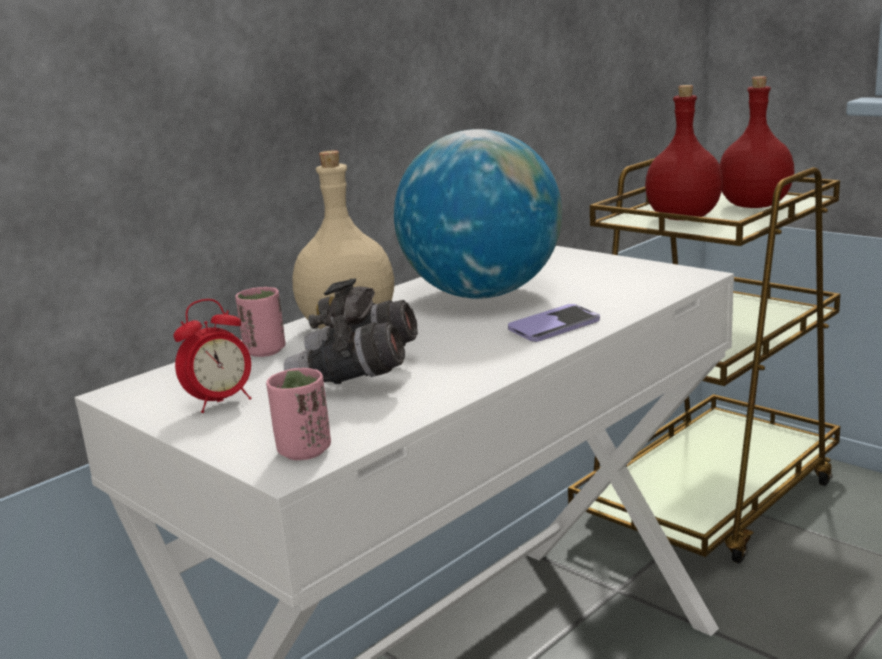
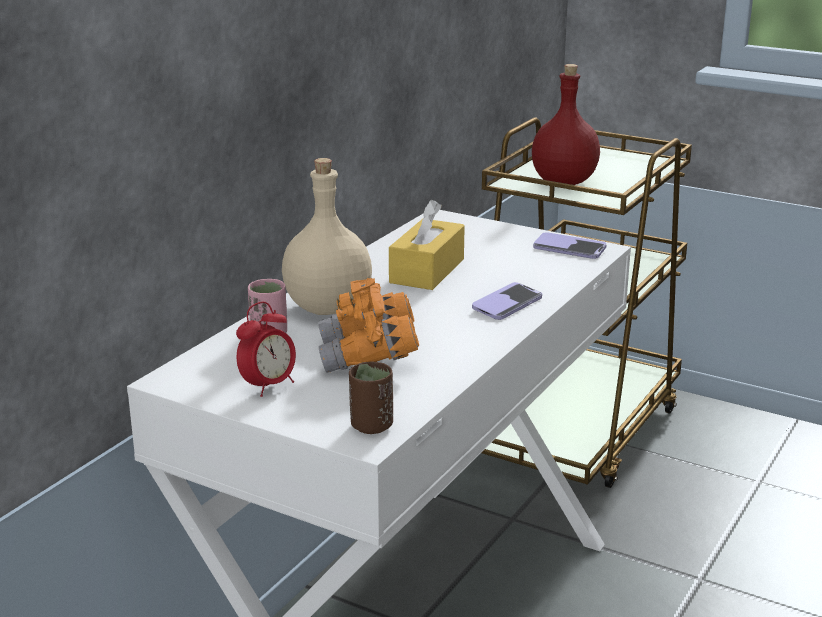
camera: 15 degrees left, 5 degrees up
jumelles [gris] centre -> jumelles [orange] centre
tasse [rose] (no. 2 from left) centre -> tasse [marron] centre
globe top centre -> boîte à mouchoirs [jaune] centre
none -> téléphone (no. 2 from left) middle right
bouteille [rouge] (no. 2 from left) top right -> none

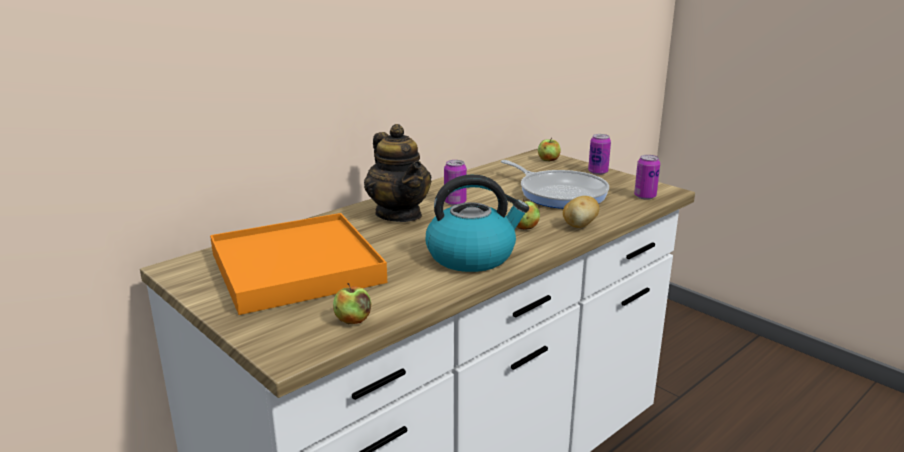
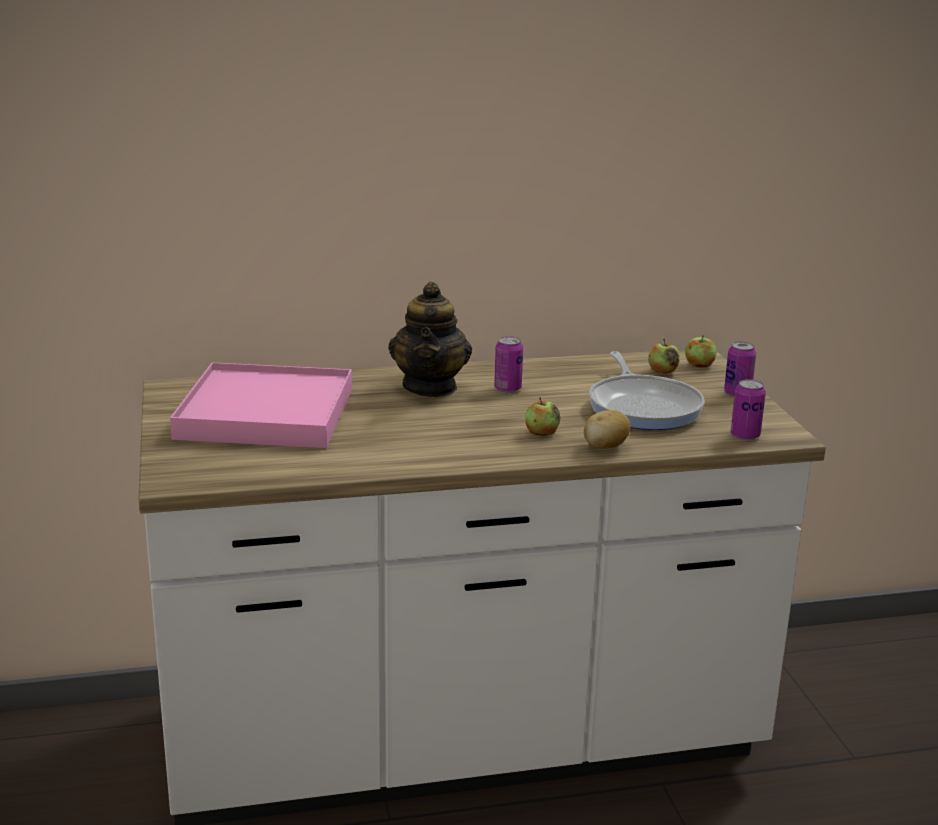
camera: 30 degrees right, 0 degrees up
plateau [orange] middle left -> plateau [rose] middle left
pomme (no. 1 from left in the first image) bottom centre -> pomme (no. 2 from left) middle right, shifted
bouilloire centre -> none

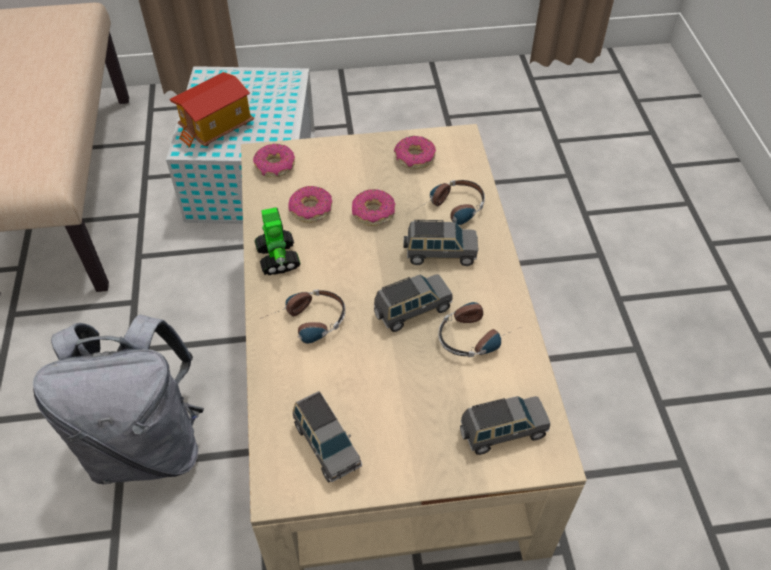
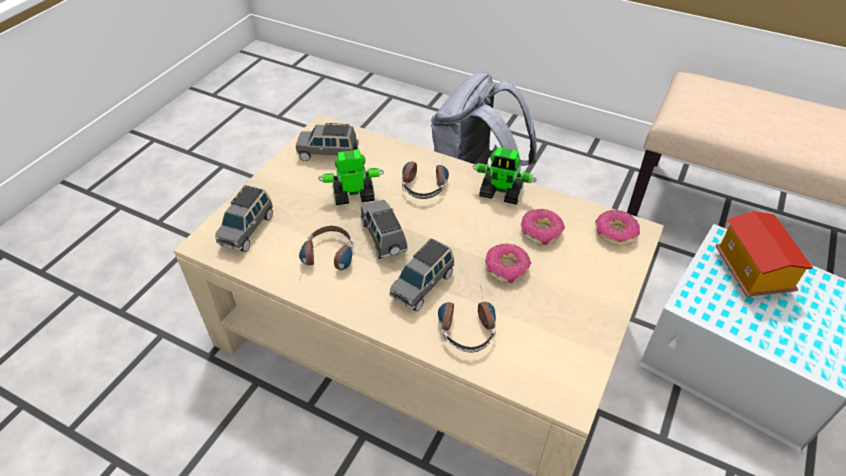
camera: 125 degrees right, 5 degrees down
none -> robot jouet (no. 1 from left) centre
petite voiture [gris] (no. 2 from left in the first image) centre -> petite voiture [gris] (no. 3 from left) centre, 150 degrees clockwise
beignet (no. 4 from left) top centre -> none

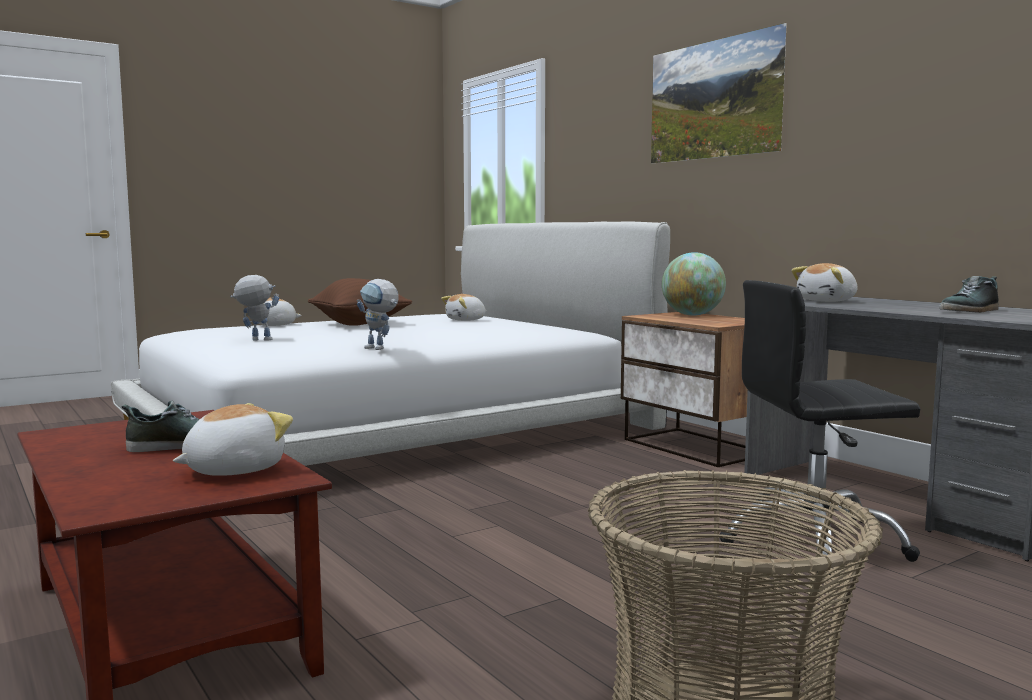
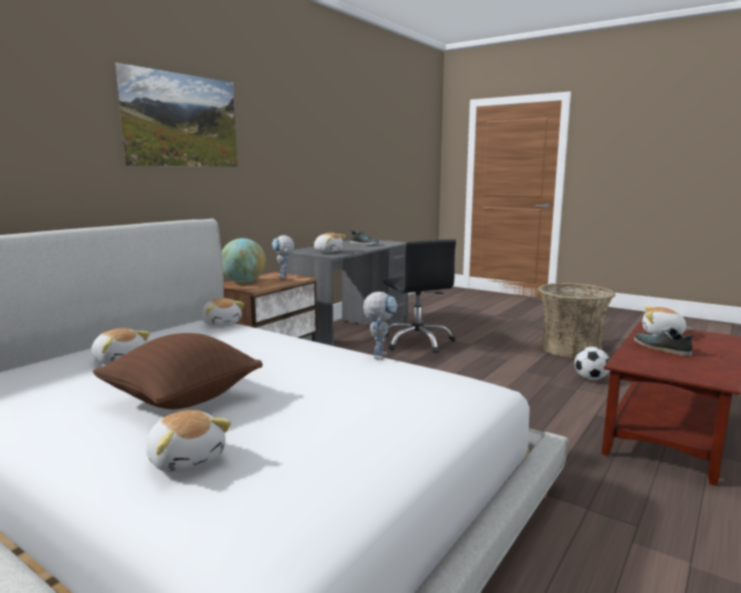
camera: 110 degrees left, 5 degrees up
none -> peluche (no. 3 from left) middle left
robot jouet (no. 1 from left) middle left -> robot jouet (no. 1 from left) centre, shifted
none -> ballon de foot middle right

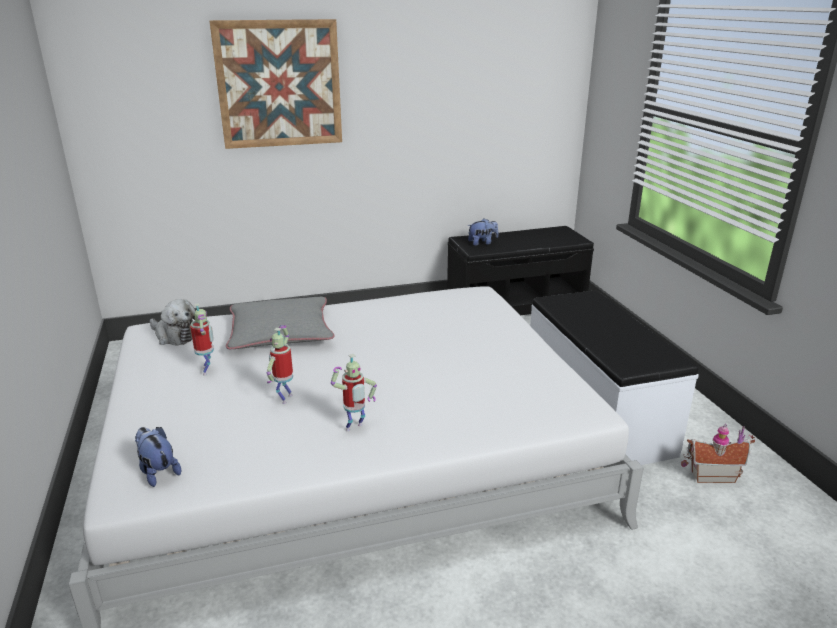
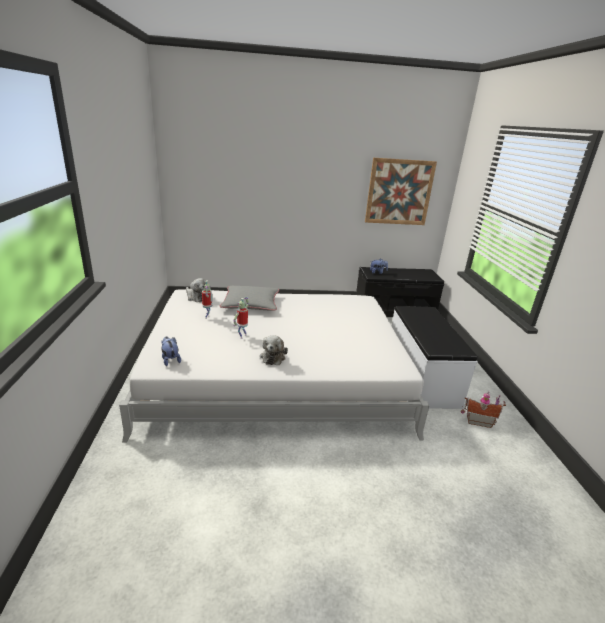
camera: 10 degrees right, 0 degrees up
robot jouet (no. 3 from left) centre -> peluche (no. 3 from left) centre
tableau top left -> tableau top centre, shifted

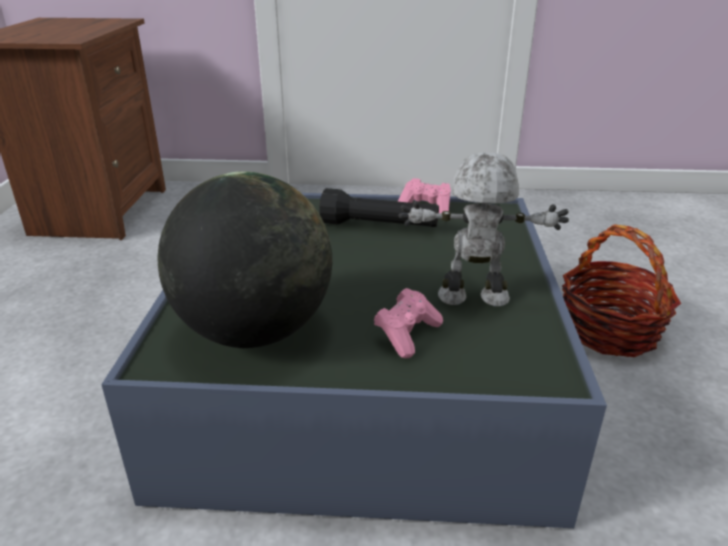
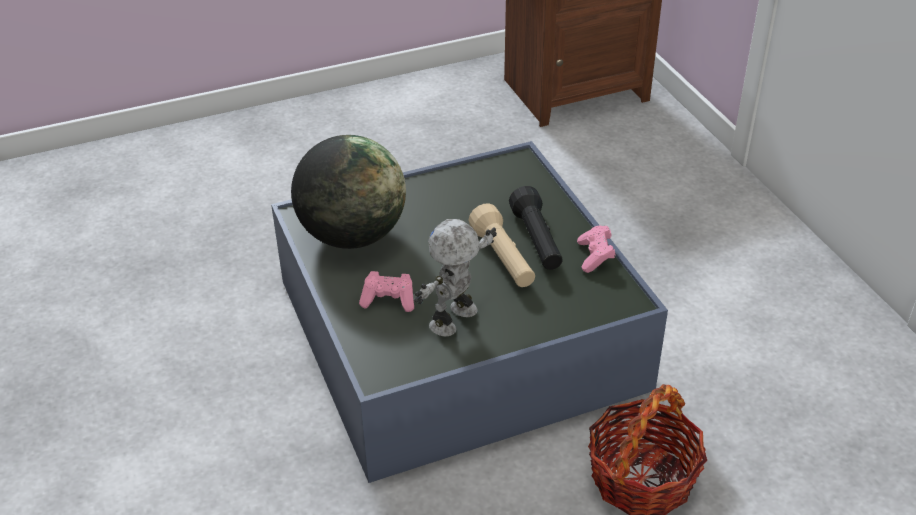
camera: 65 degrees right, 10 degrees up
robot jouet centre, 120 degrees counterclockwise
none -> lampe de poche [beige] centre

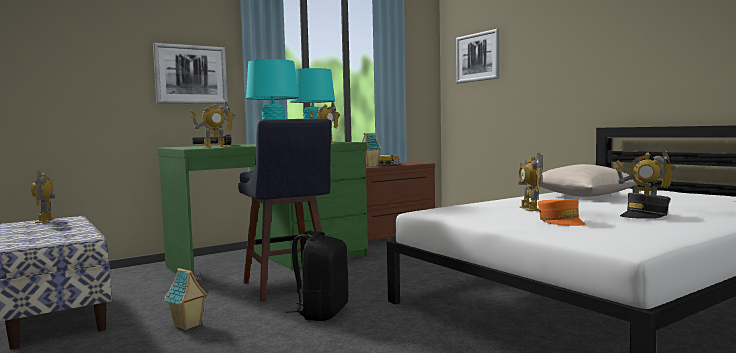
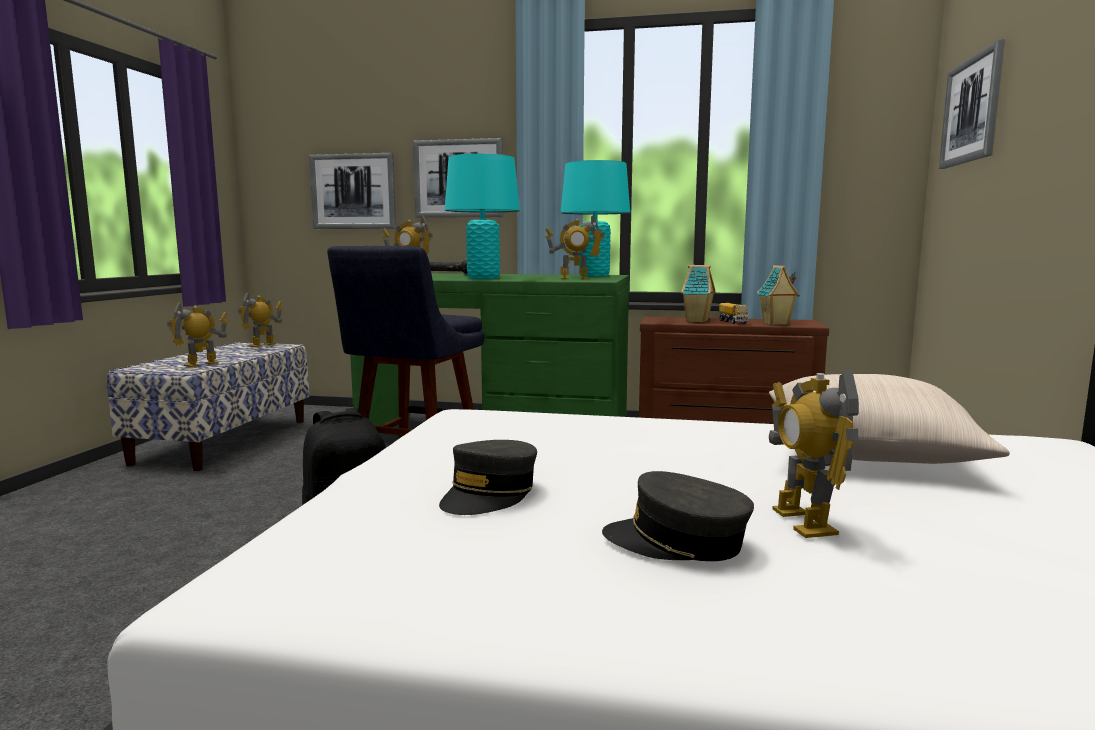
camera: 45 degrees right, 5 degrees up
robot jouet (no. 4 from left in the first image) middle right -> robot jouet (no. 1 from left) middle left, shifted
none -> tableau (no. 1 from left) top left
casquette [orange] middle right -> casquette [gris] (no. 1 from left) centre
maison miniature (no. 1 from left in the first image) bottom left -> maison miniature (no. 2 from left) middle right, shifted

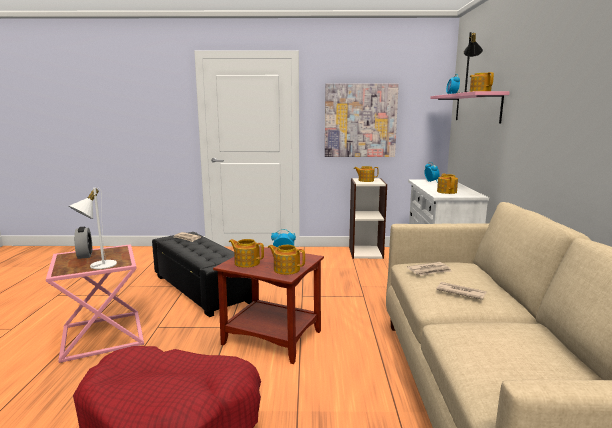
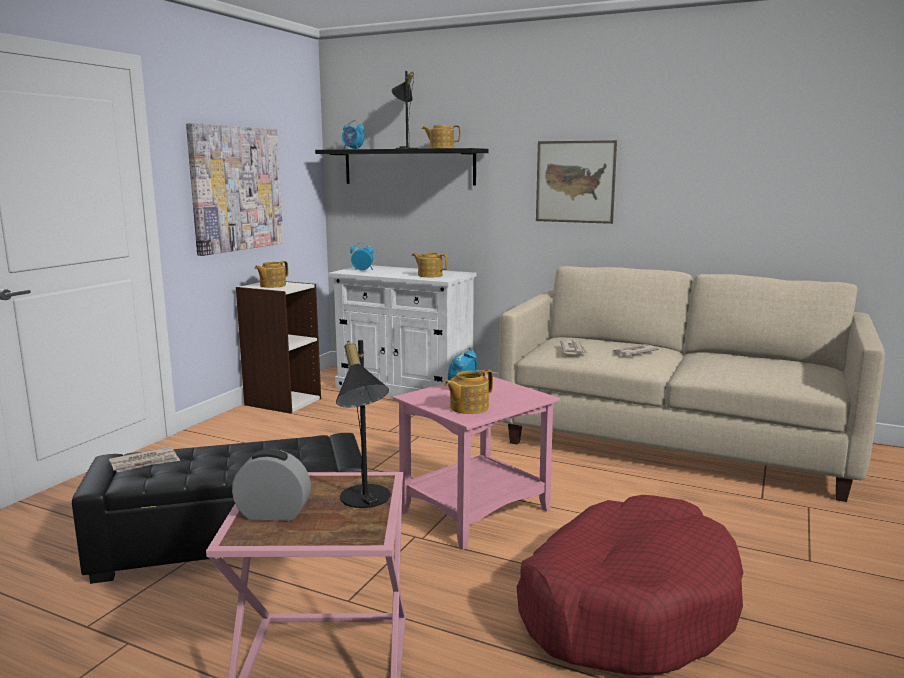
camera: 65 degrees left, 0 degrees up
étagère [rose] top right -> étagère [noir] top centre
lampe de table [blanc] middle left -> lampe de table [noir] (no. 1 from left) centre
table d'appoint [marron] bottom centre -> table d'appoint [rose] (no. 2 from left) bottom centre
none -> tableau (no. 2 from left) top centre
théière (no. 2 from left) centre -> none

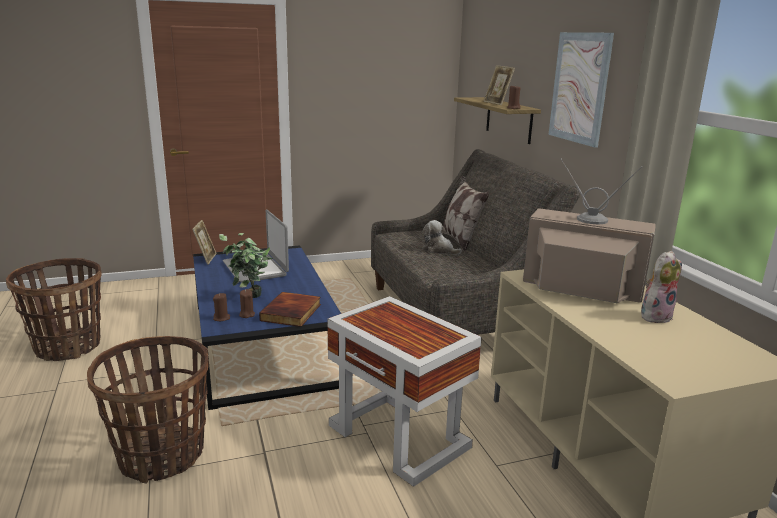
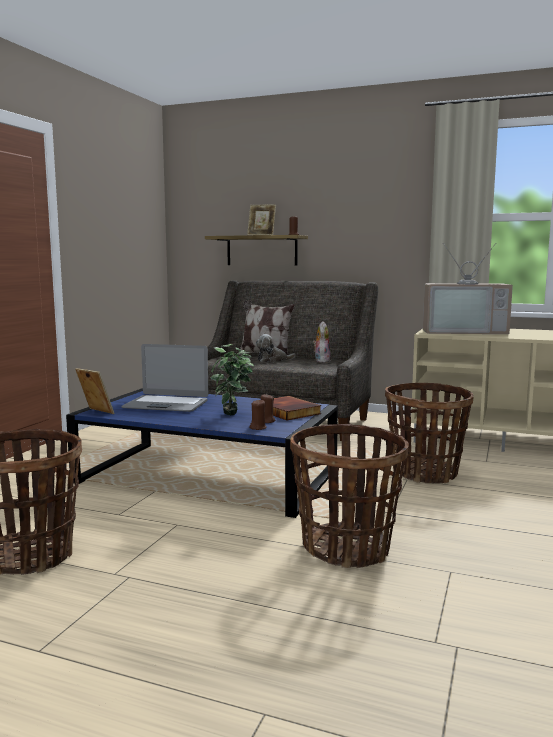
camera: 50 degrees left, 10 degrees down
peluche (no. 2 from left) middle right -> peluche (no. 2 from left) centre, shifted
table d'appoint [blanc] bottom centre -> panier (no. 3 from left) middle right
téléviseur middle right, 150 degrees counterclockwise
tableau top right -> none

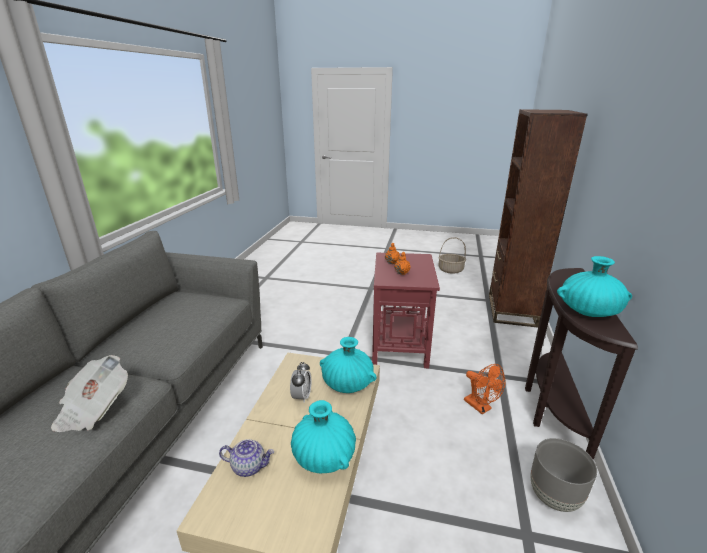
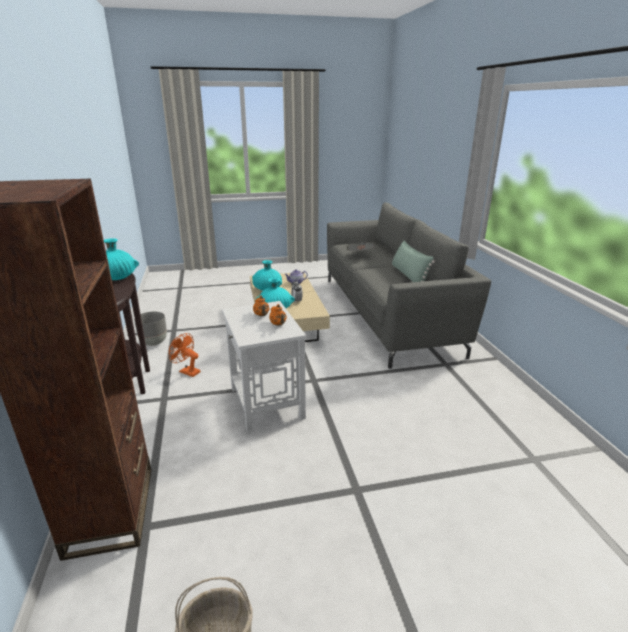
camera: 155 degrees right, 0 degrees up
table d'appoint [rouge] centre -> table d'appoint [blanc] centre
none -> coussin [vert] centre

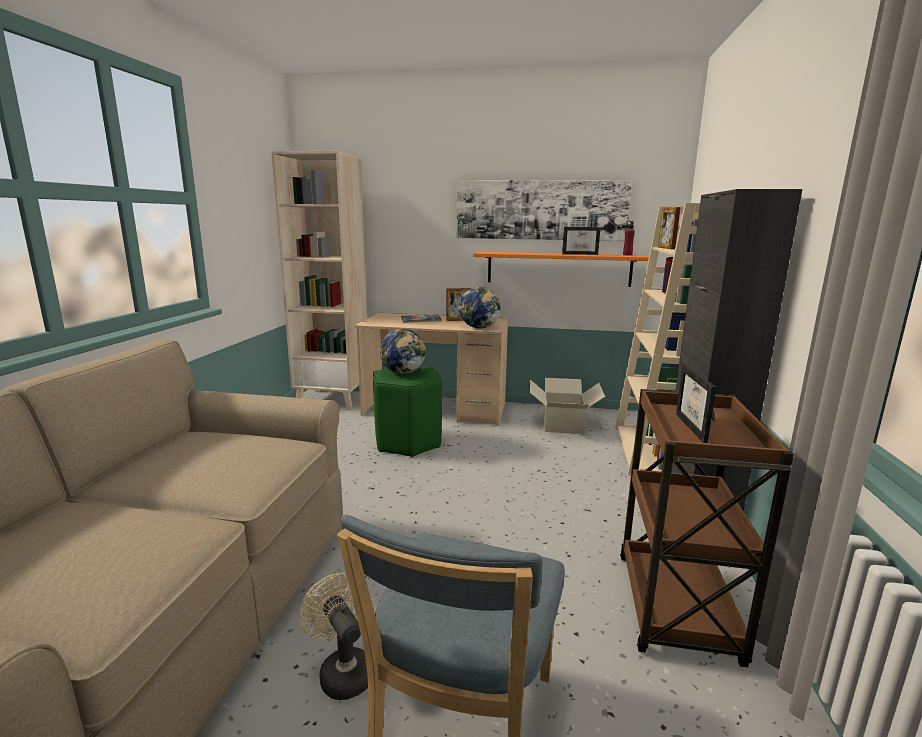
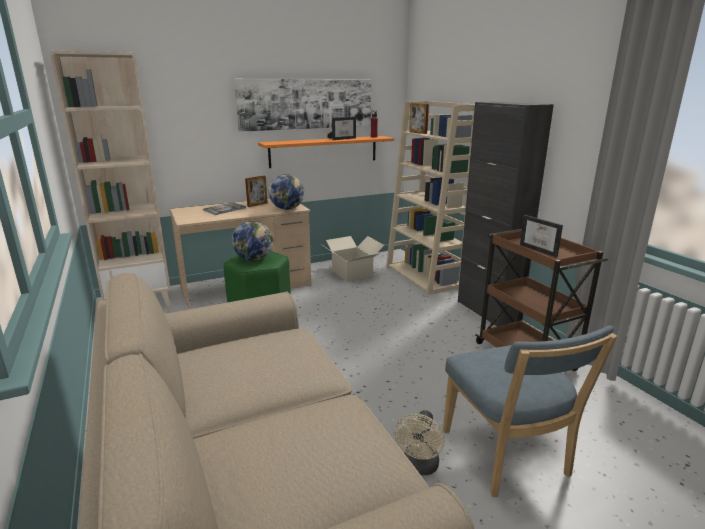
camera: 35 degrees left, 5 degrees up
ventilateur [beige] bottom centre, 90 degrees counterclockwise

